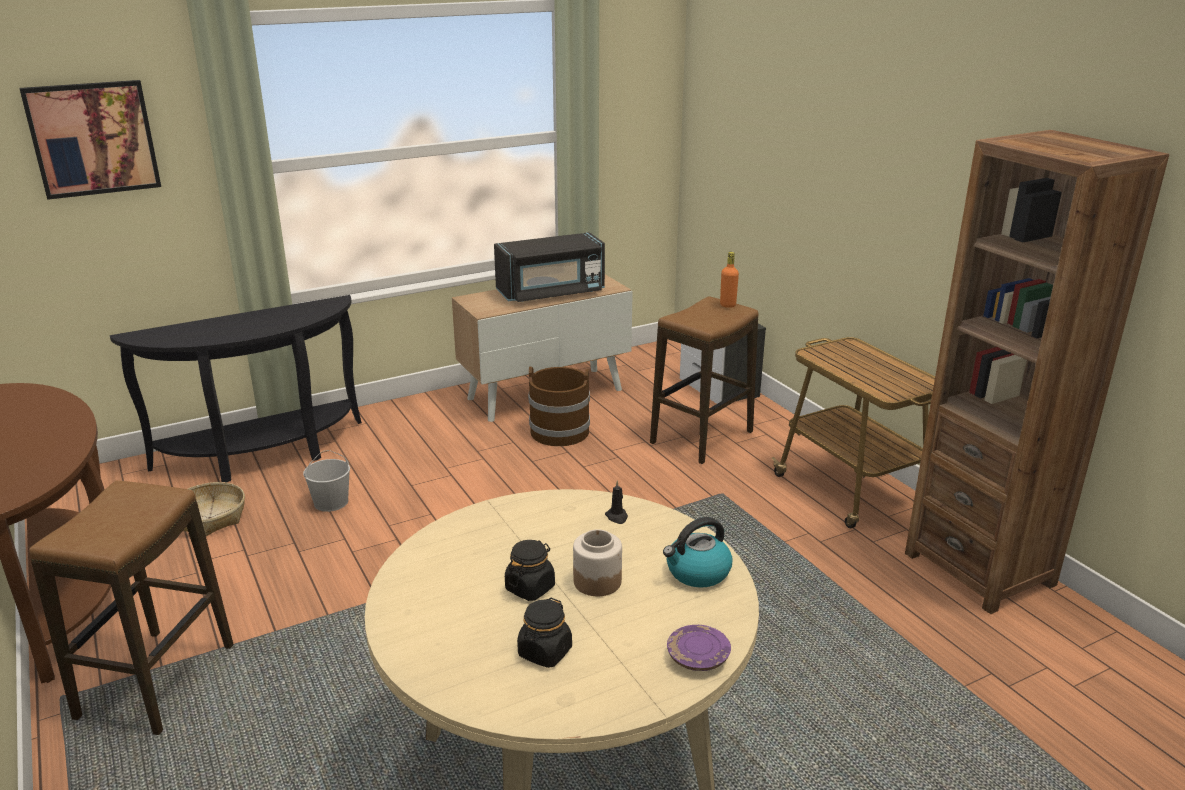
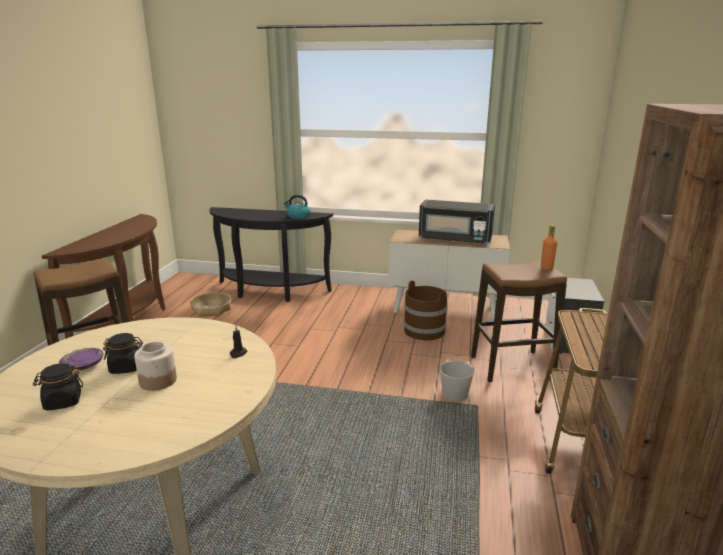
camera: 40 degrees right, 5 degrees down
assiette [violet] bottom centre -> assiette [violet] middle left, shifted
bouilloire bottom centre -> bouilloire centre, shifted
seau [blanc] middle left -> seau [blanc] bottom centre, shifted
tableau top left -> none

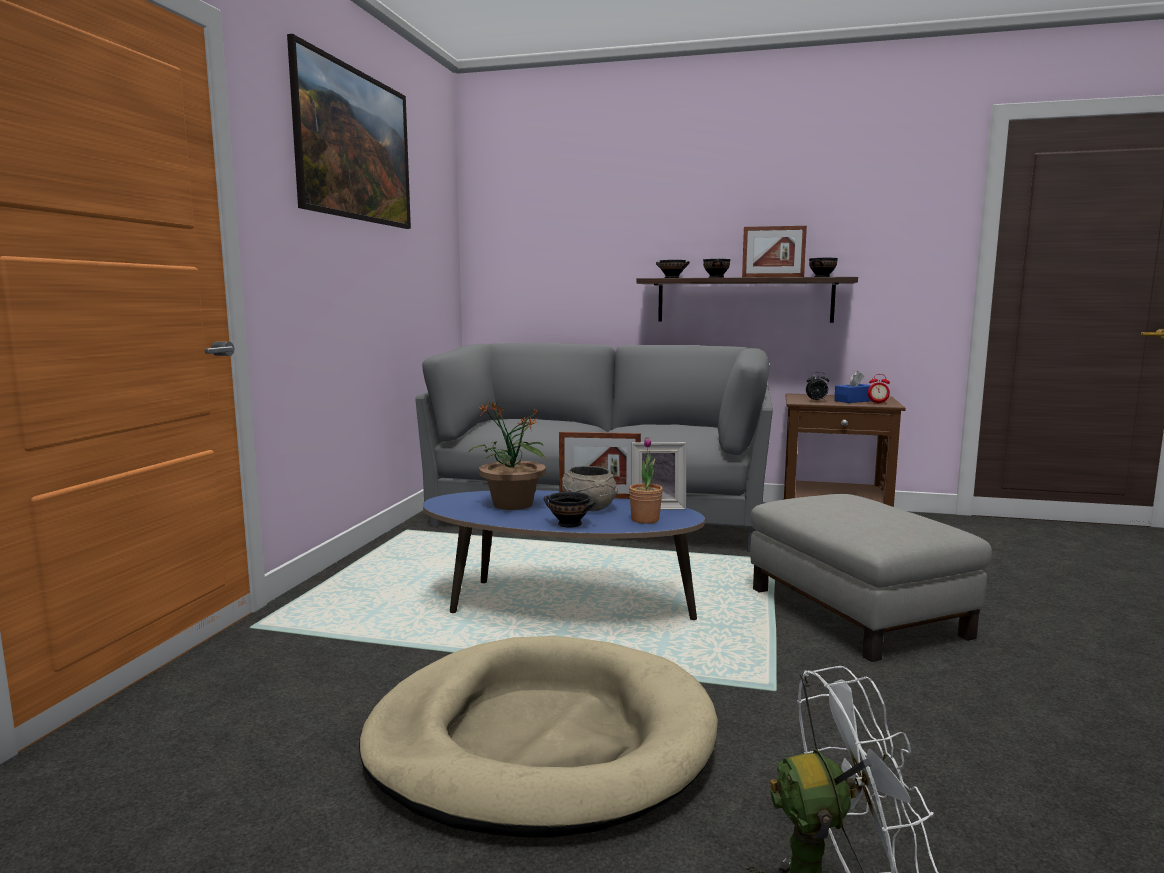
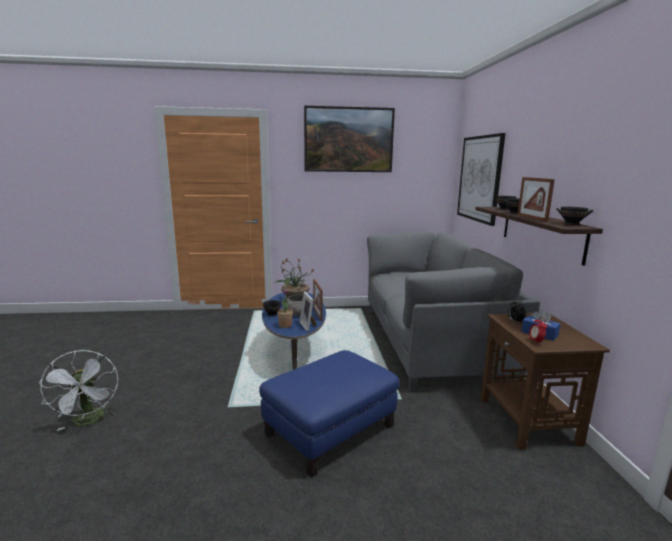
camera: 70 degrees right, 5 degrees up
pouf [gris] middle right -> pouf [bleu] bottom centre
none -> tableau (no. 2 from left) top right
panier pour chien [beige] bottom centre -> none

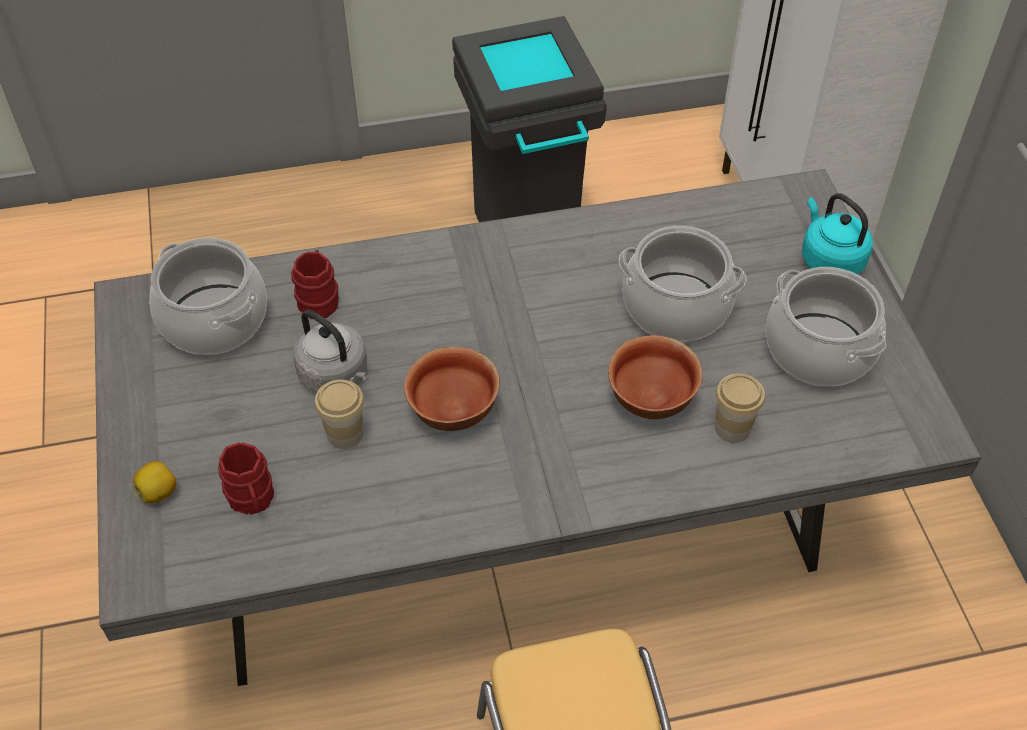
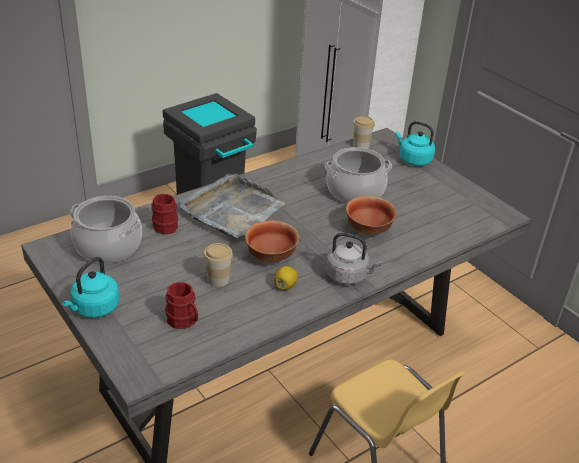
camera: 25 degrees left, 15 degrees down
none -> bouilloire [turquoise] (no. 1 from left) middle left
none -> plateau [gris] centre
citron middle left -> citron centre, shifted
bouilloire [gris] middle left -> bouilloire [gris] centre, shifted
tasse (no. 2 from left) middle right -> tasse (no. 2 from left) top centre, shifted
marmite (no. 3 from left) middle right -> none

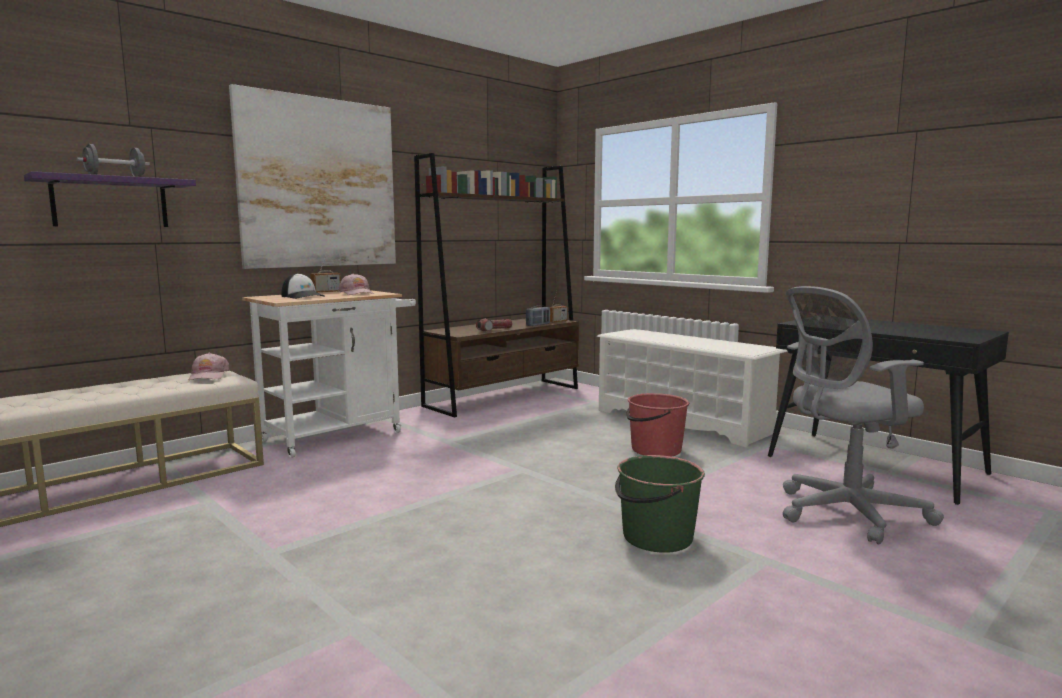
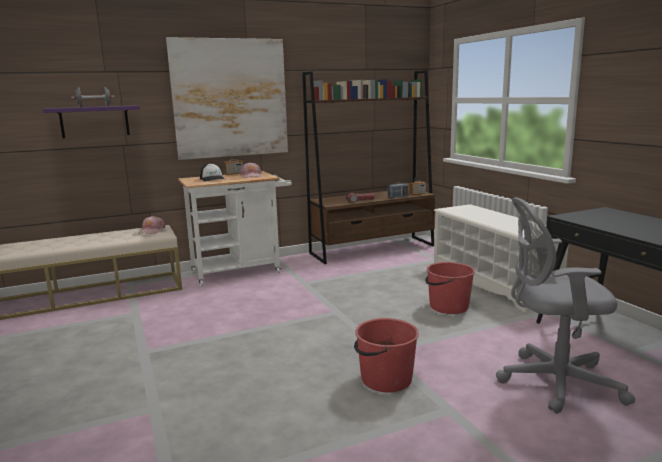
camera: 20 degrees right, 5 degrees up
seau [vert] bottom centre -> seau [rouge] (no. 1 from left) bottom centre

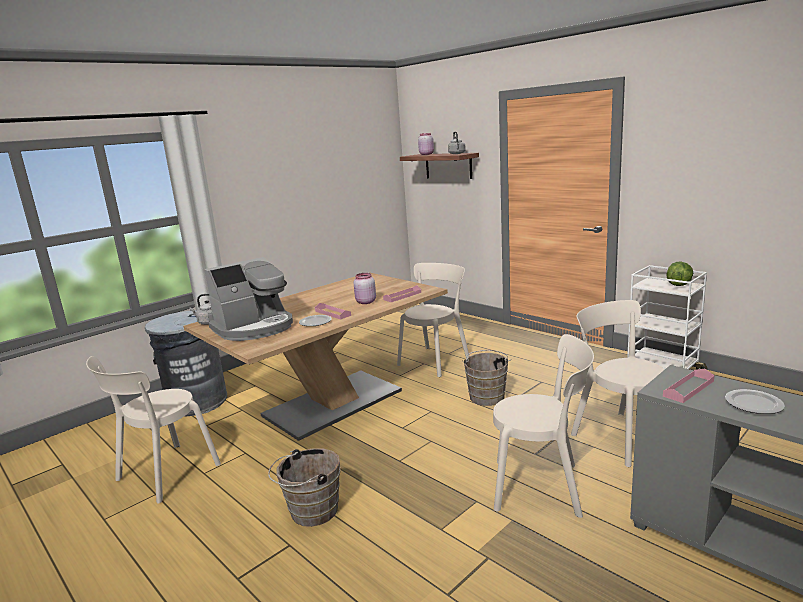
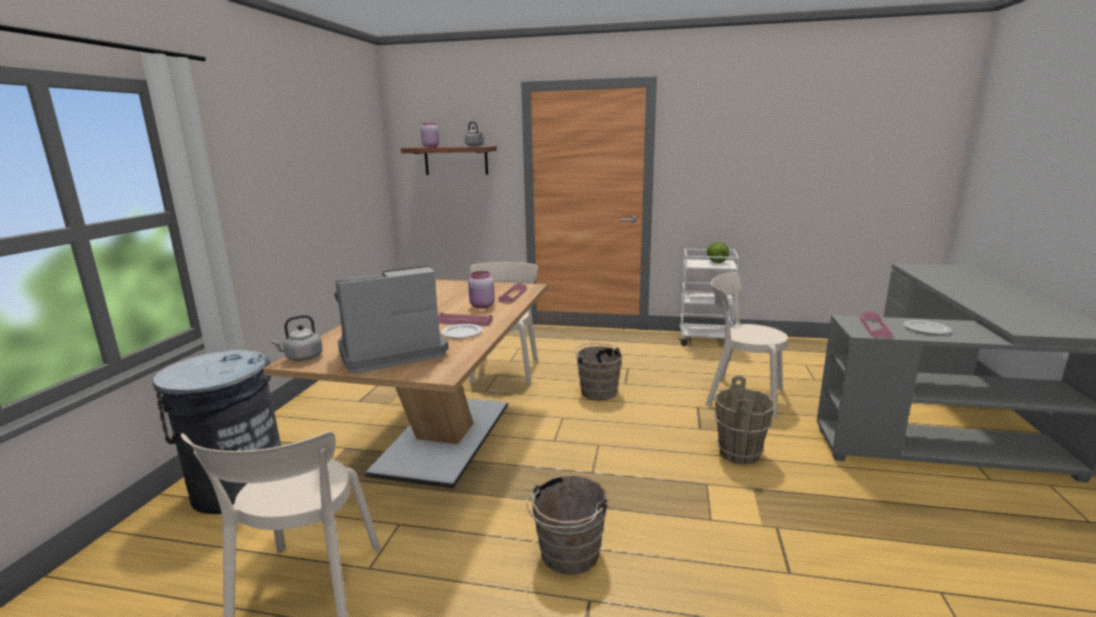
camera: 35 degrees left, 0 degrees up
machine à café middle left -> machine à café centre, 135 degrees counterclockwise
chaise [beige] (no. 3 from left) bottom right -> seau [marron] (no. 3 from left) bottom right

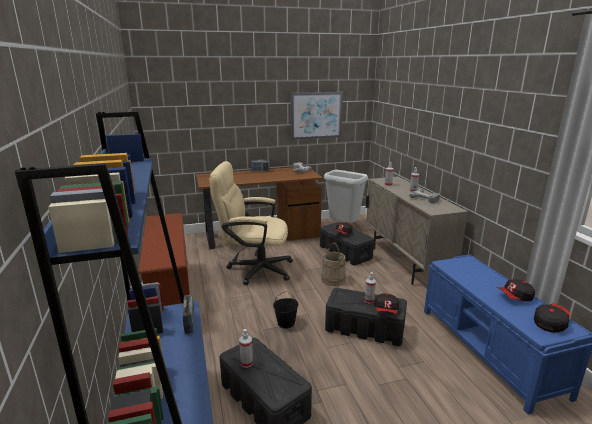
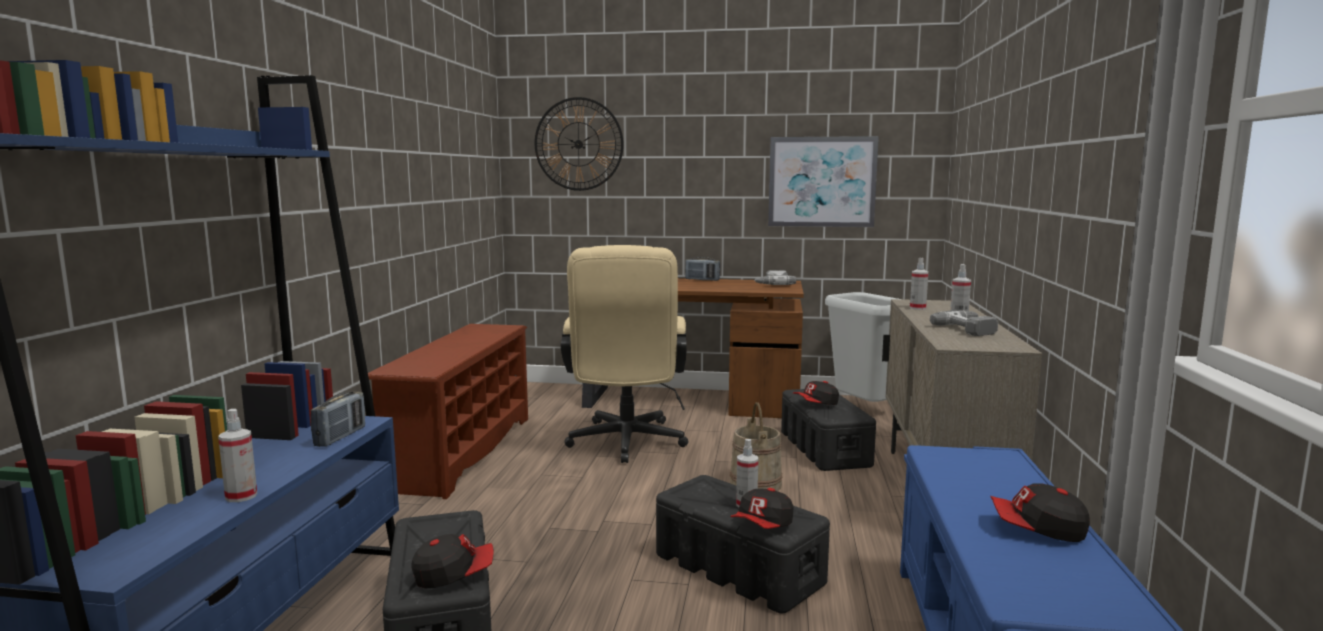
camera: 25 degrees right, 10 degrees down
vaporisateur (no. 1 from left) bottom centre -> vaporisateur (no. 1 from left) bottom left, shifted
casquette (no. 4 from left in the first image) bottom right -> casquette (no. 1 from left) bottom centre, shifted
none -> horloge murale top centre
chaise de bureau [beige] centre, 120 degrees counterclockwise
seau [noir] bottom centre -> none

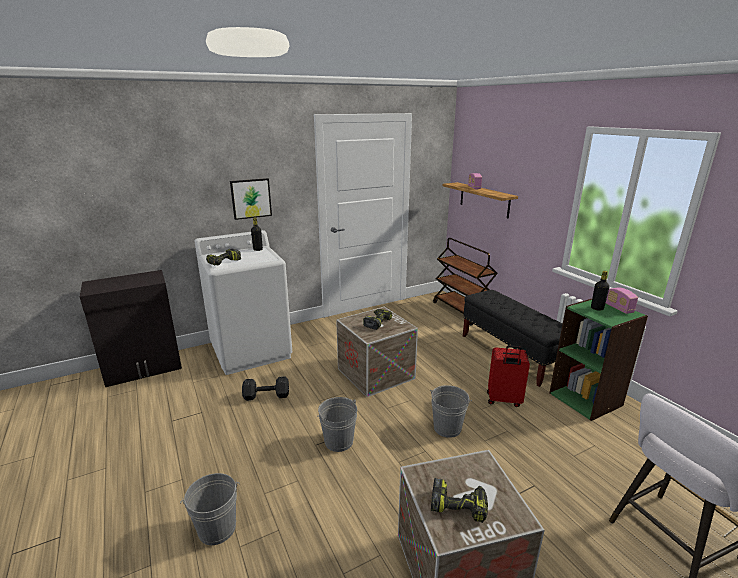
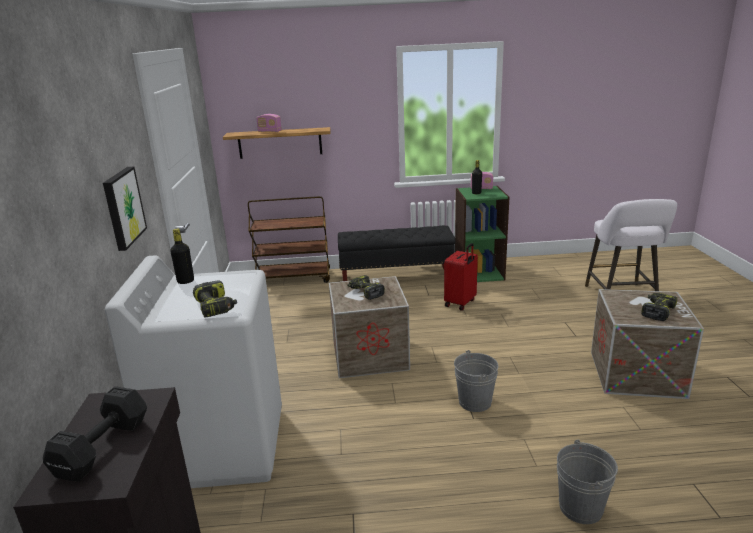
camera: 65 degrees left, 0 degrees up
haltère [noir] bottom centre -> haltère [noir] bottom left, shifted
seau [gris] (no. 3 from left) bottom centre -> none

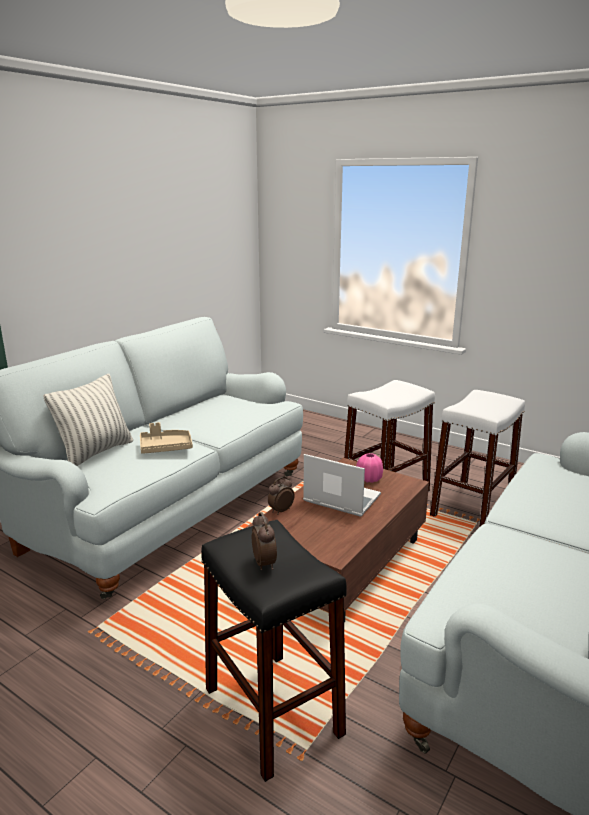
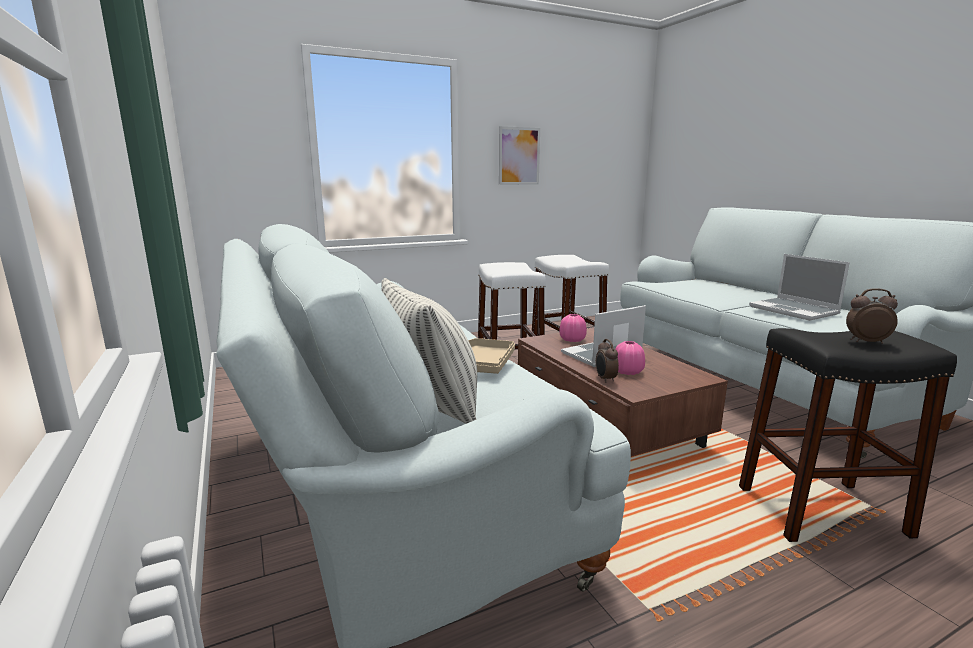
camera: 60 degrees left, 5 degrees down
none -> tableau top centre
none -> vase [rose] (no. 2 from left) centre
none -> ordinateur portable (no. 2 from left) middle right

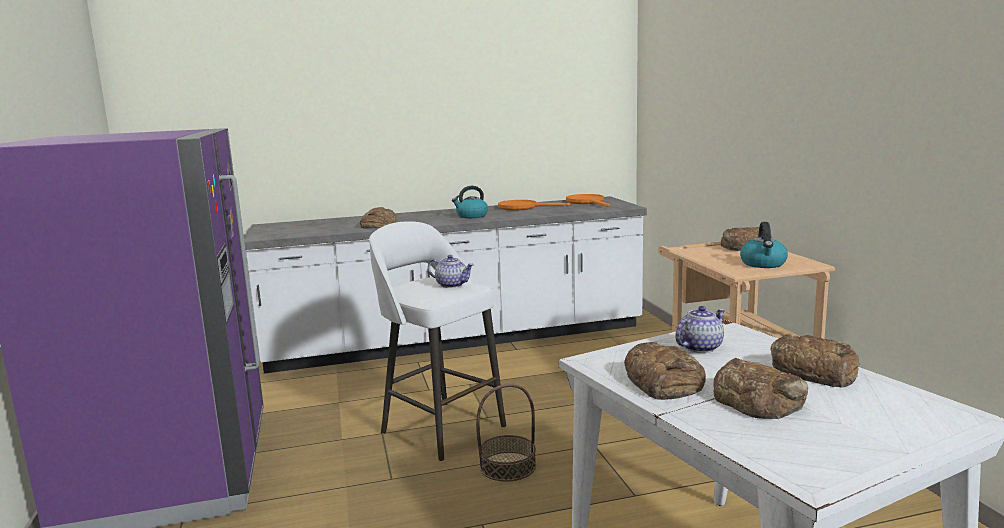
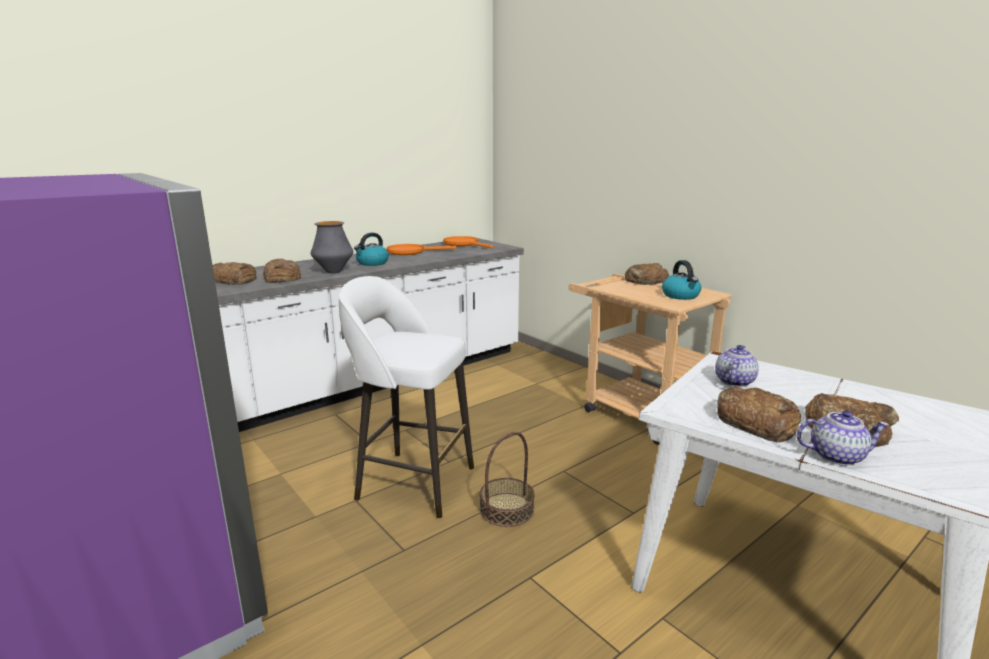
camera: 25 degrees left, 5 degrees up
pain (no. 5 from left in the first image) bottom right -> pain (no. 1 from left) middle left, shifted
none -> vase centre
théière (no. 1 from left in the first image) centre -> théière (no. 2 from left) middle right, shifted

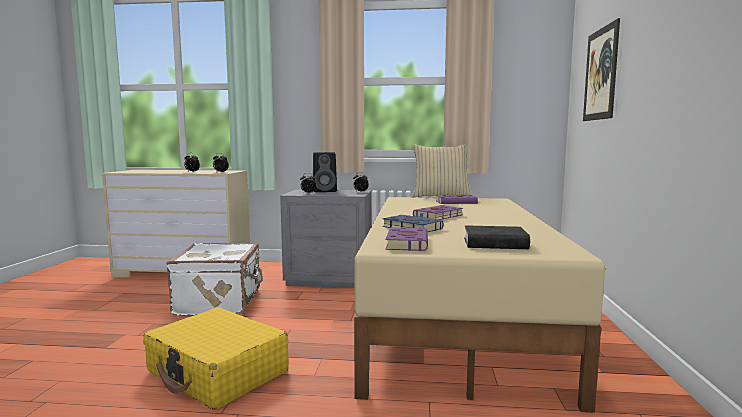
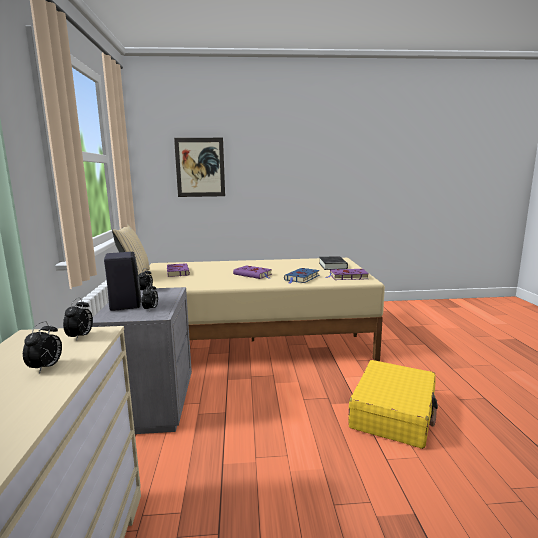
camera: 100 degrees left, 5 degrees up
valise [blanc] bottom left -> none

